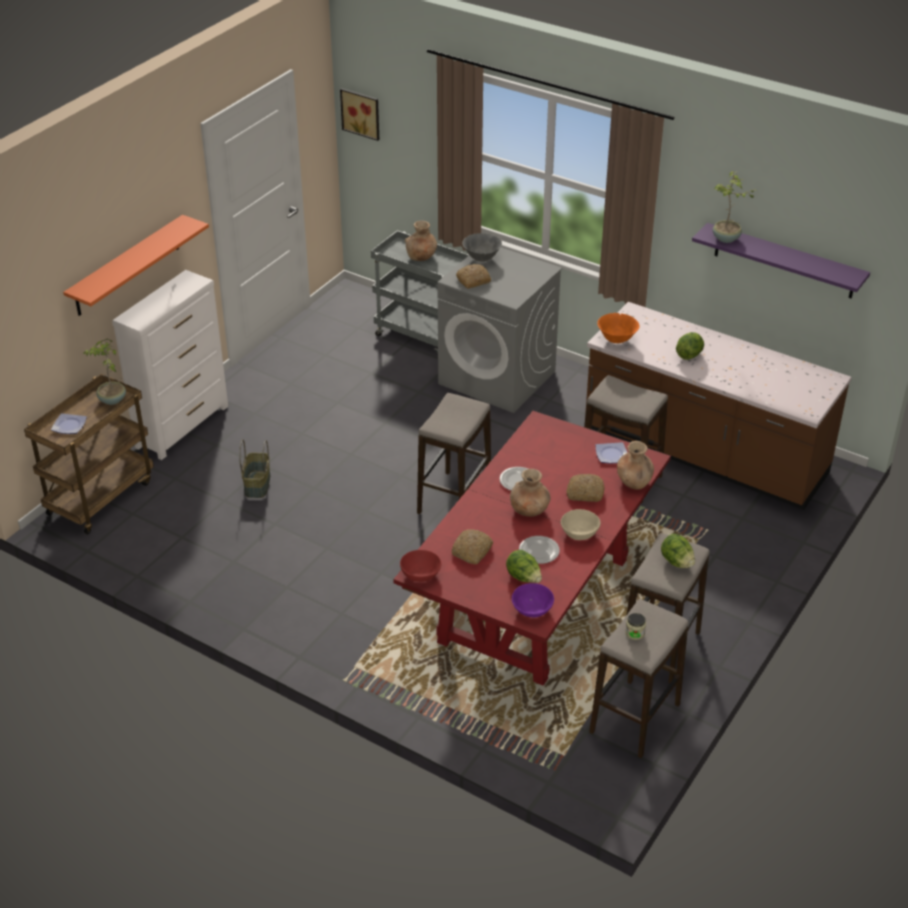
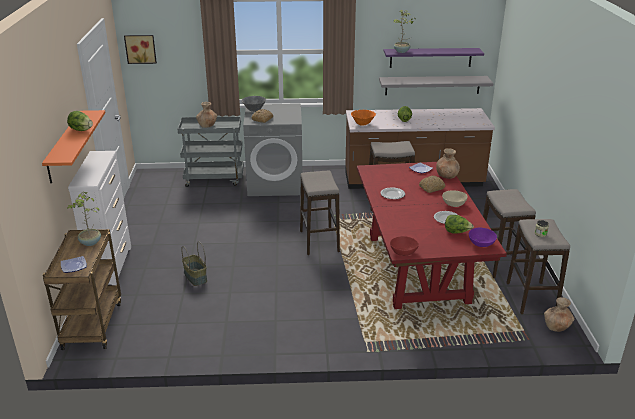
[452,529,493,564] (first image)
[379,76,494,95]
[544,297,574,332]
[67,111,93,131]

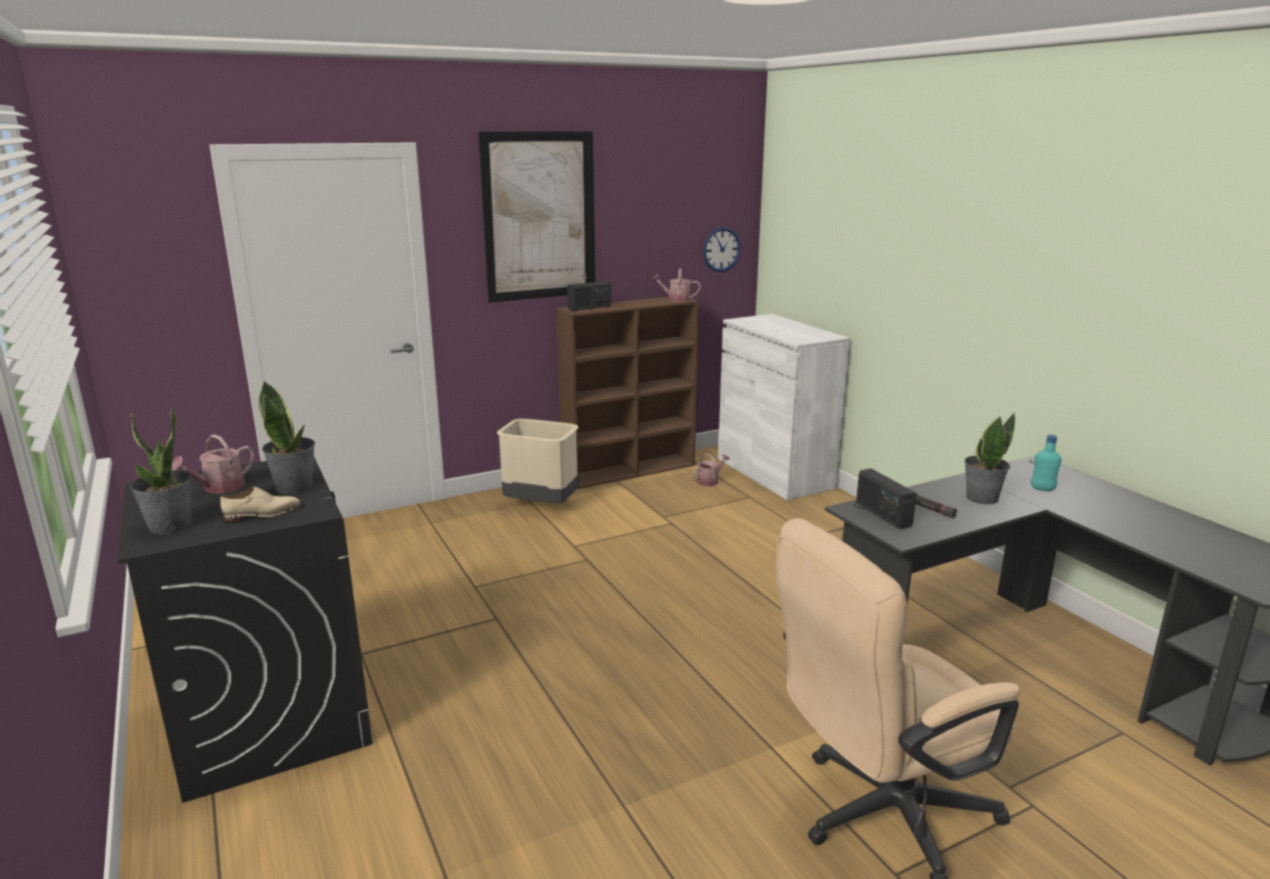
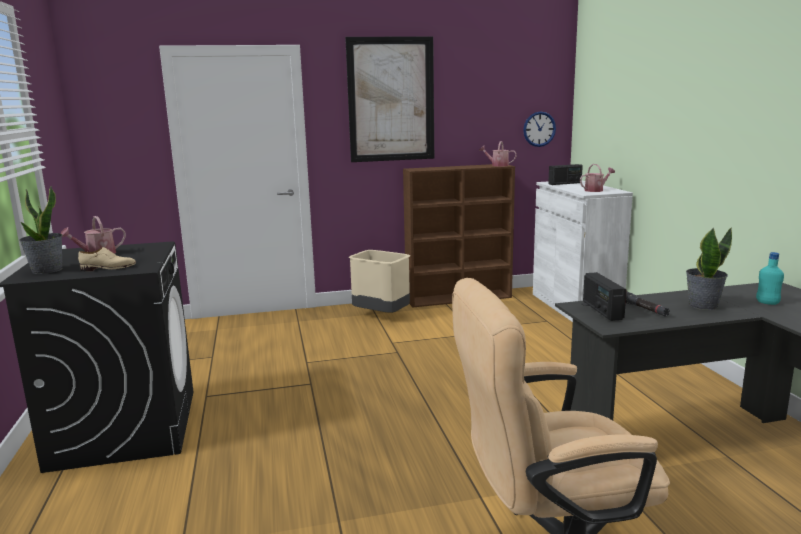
[258,380,315,494] (first image)
[548,164,583,185]
[580,164,615,192]

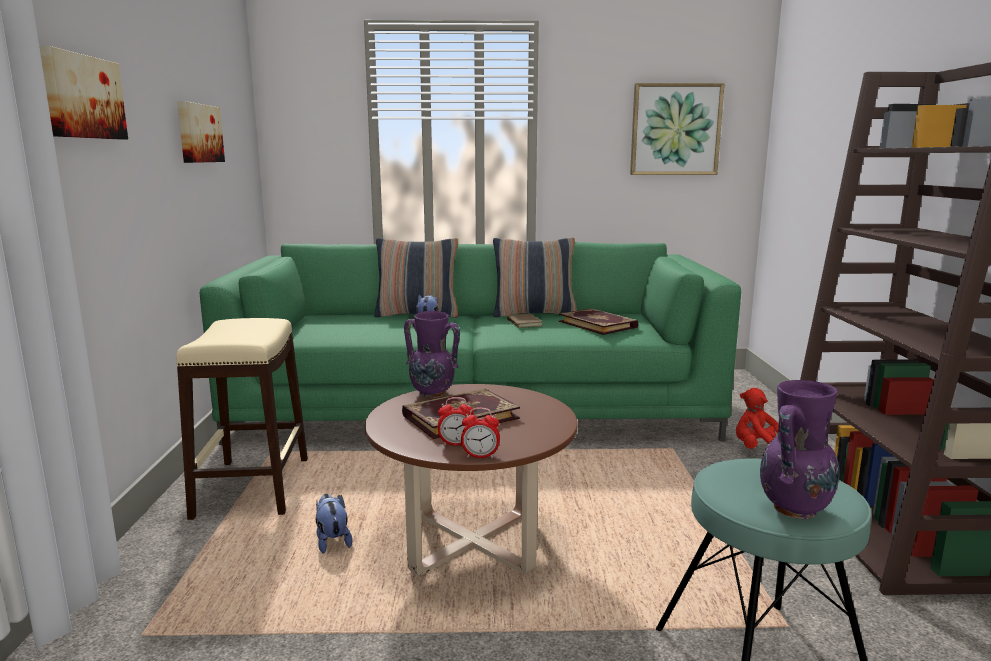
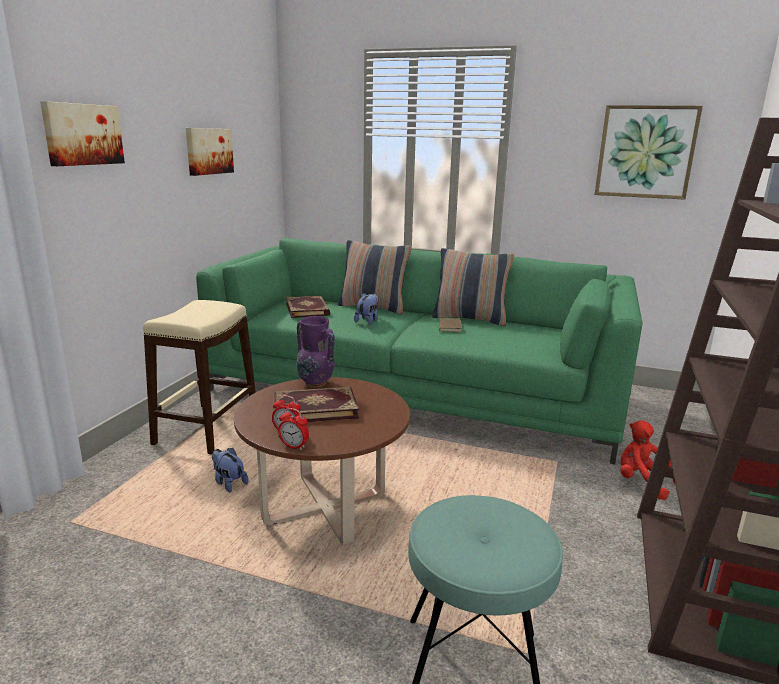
[760,380,839,519] (first image)
[286,296,330,318]
[212,448,249,492]

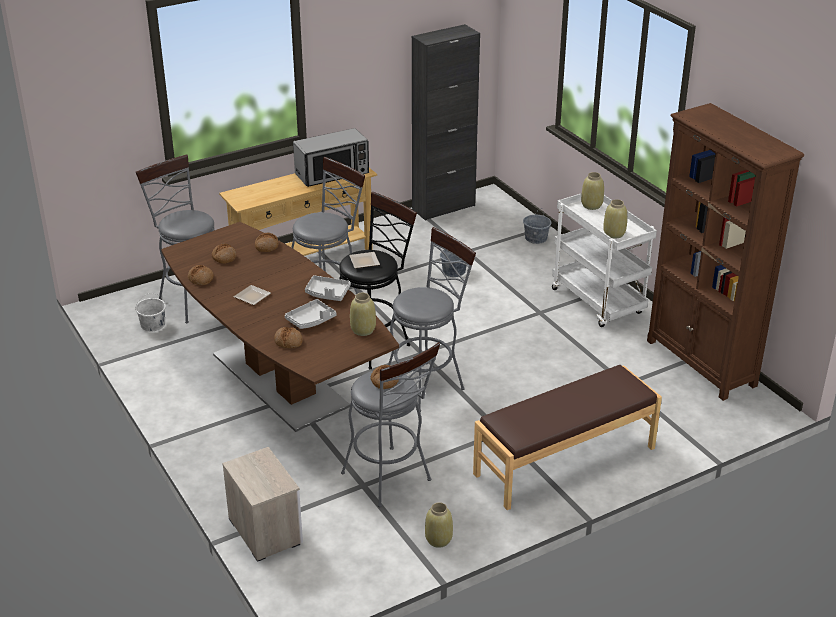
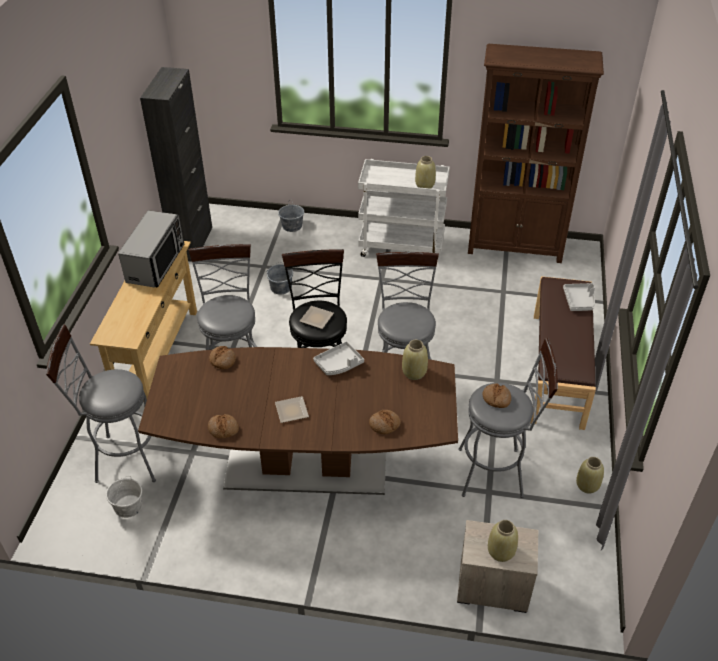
[212,243,237,264] (first image)
[563,283,595,311]
[488,520,518,562]

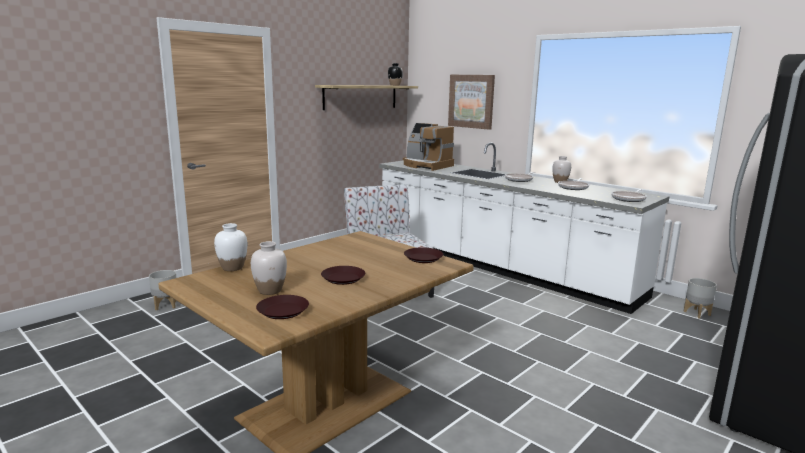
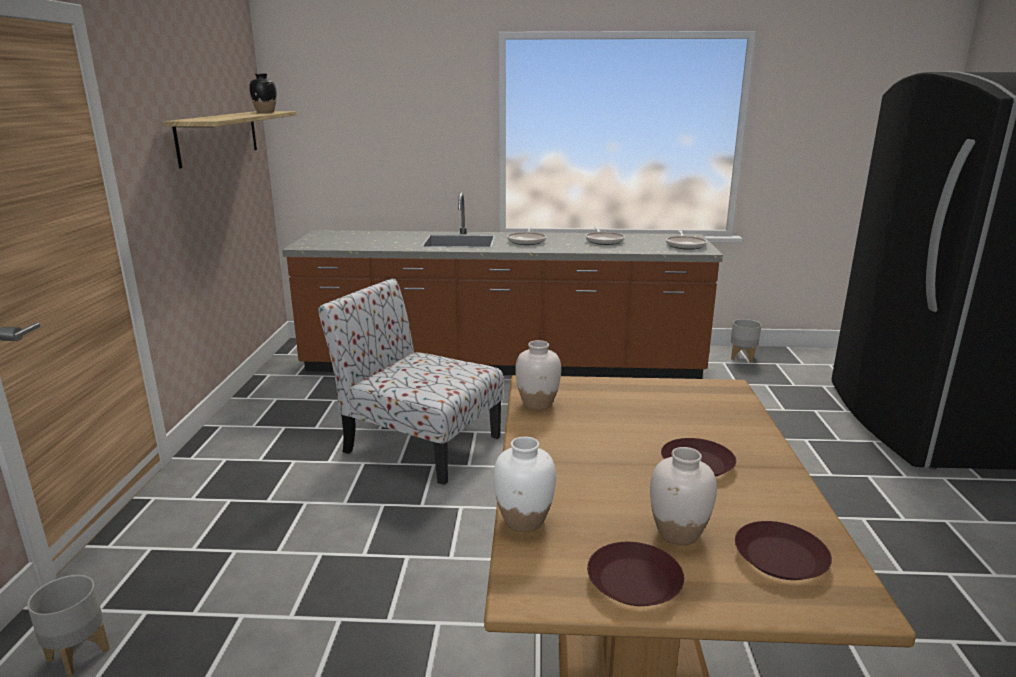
[403,123,454,171] (first image)
[448,75,495,130] (first image)
[587,542,684,606]
[515,340,561,410]
[282,193,723,379]

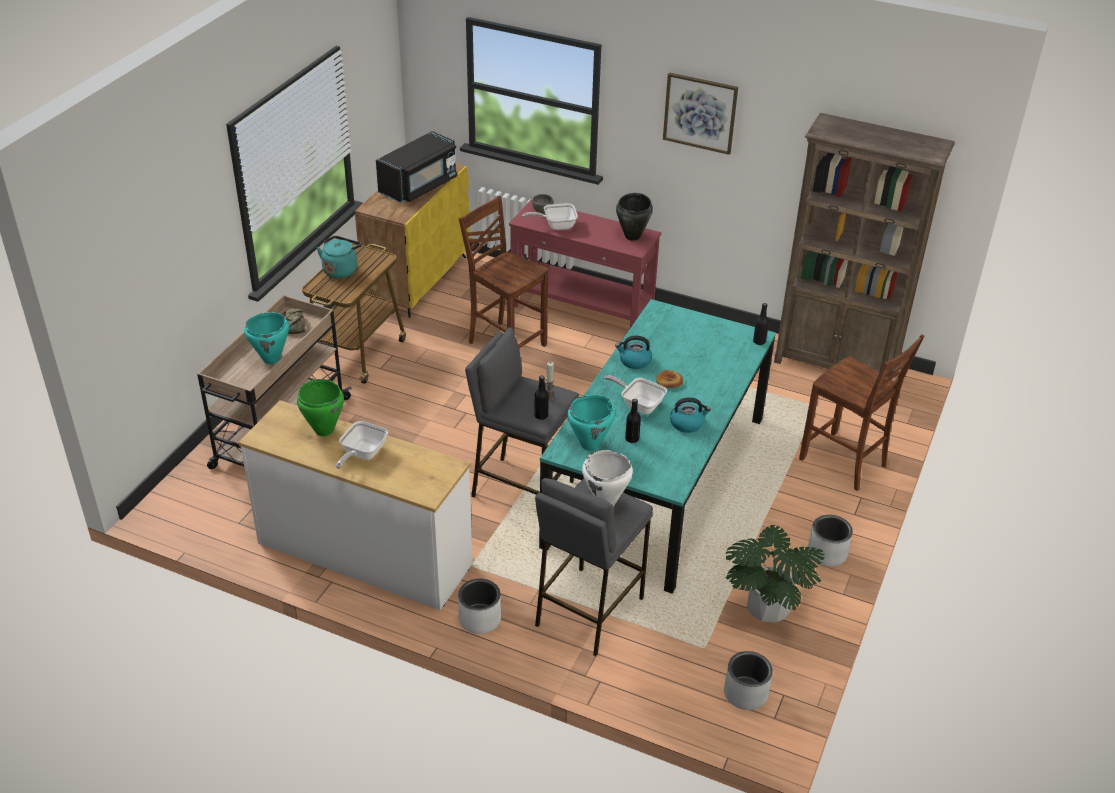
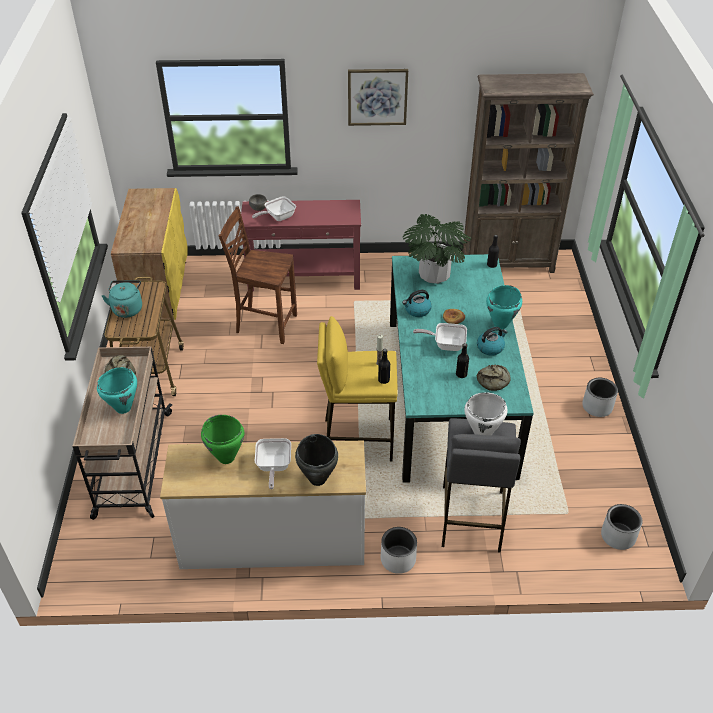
[376,131,457,203] (first image)
[799,334,924,491] (first image)
[477,365,511,391]
[486,285,522,329]
[295,434,338,486]
[403,214,472,284]
[317,316,398,461]

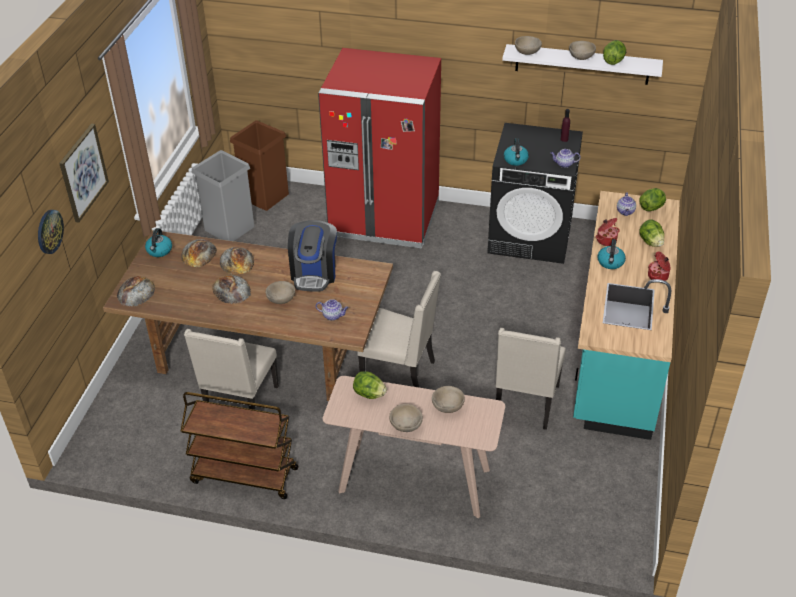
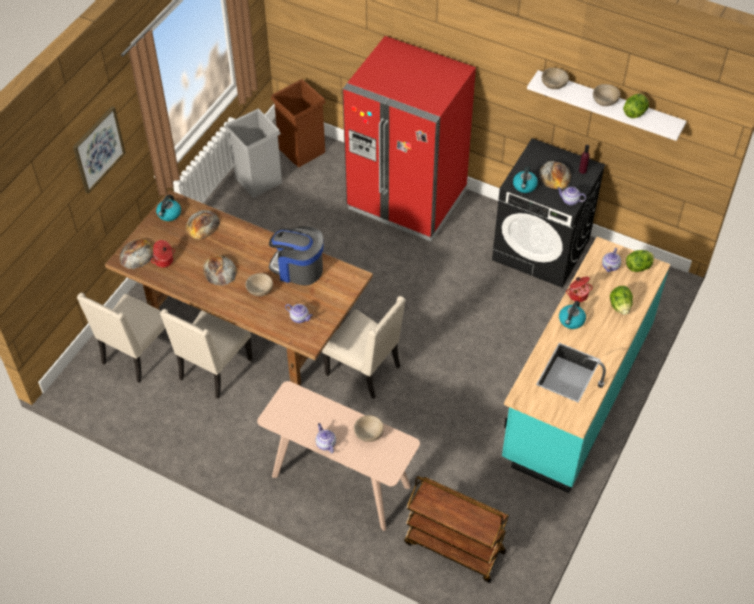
[38,210,64,254] (first image)
[353,371,387,399] (first image)
[404,476,509,583]
[539,161,571,189]
[77,293,172,383]
[151,240,175,267]
[316,423,336,453]
[269,226,323,286]

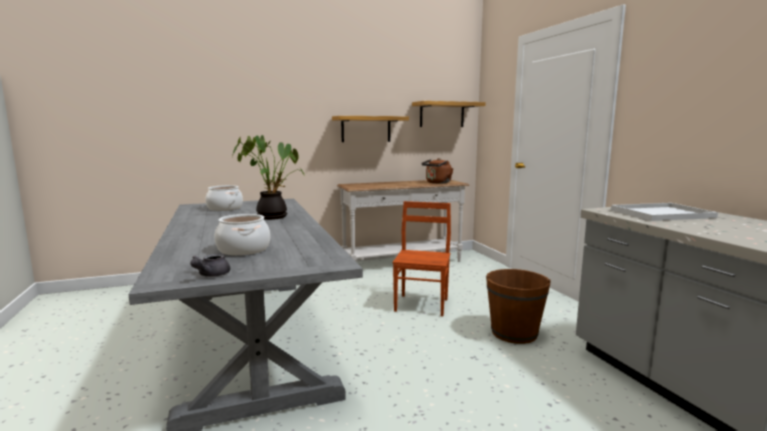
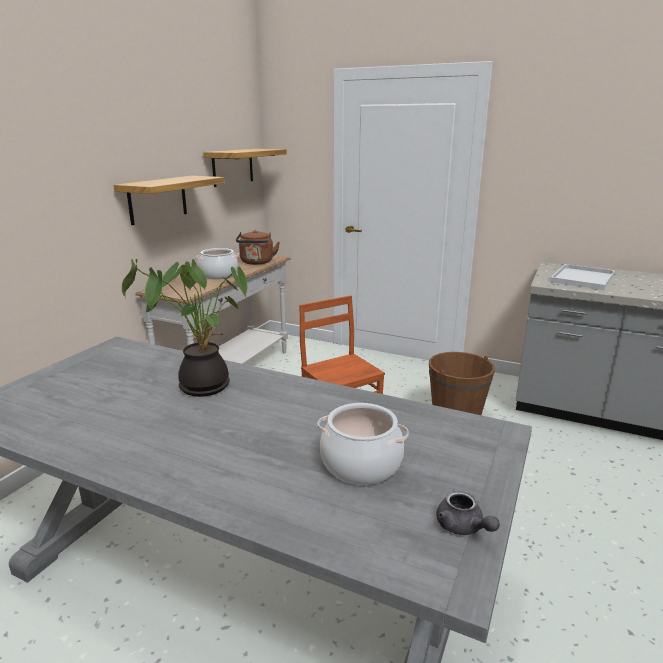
[195,248,239,279]

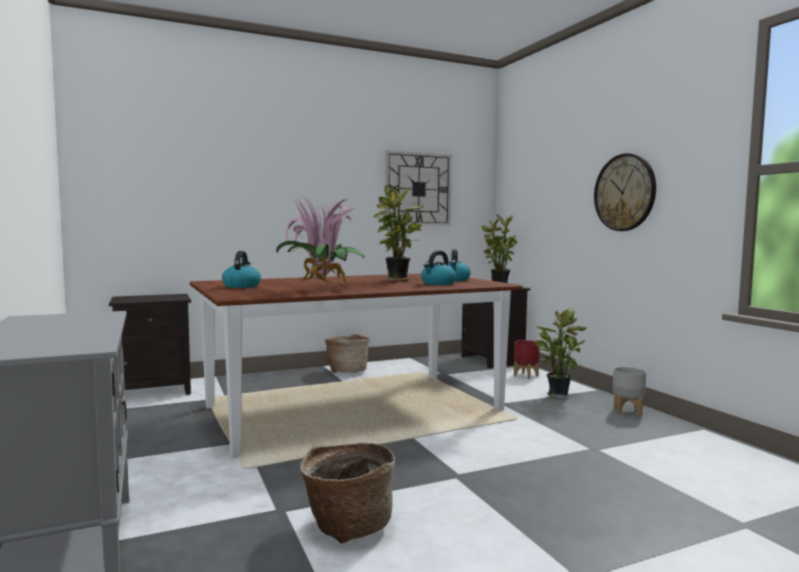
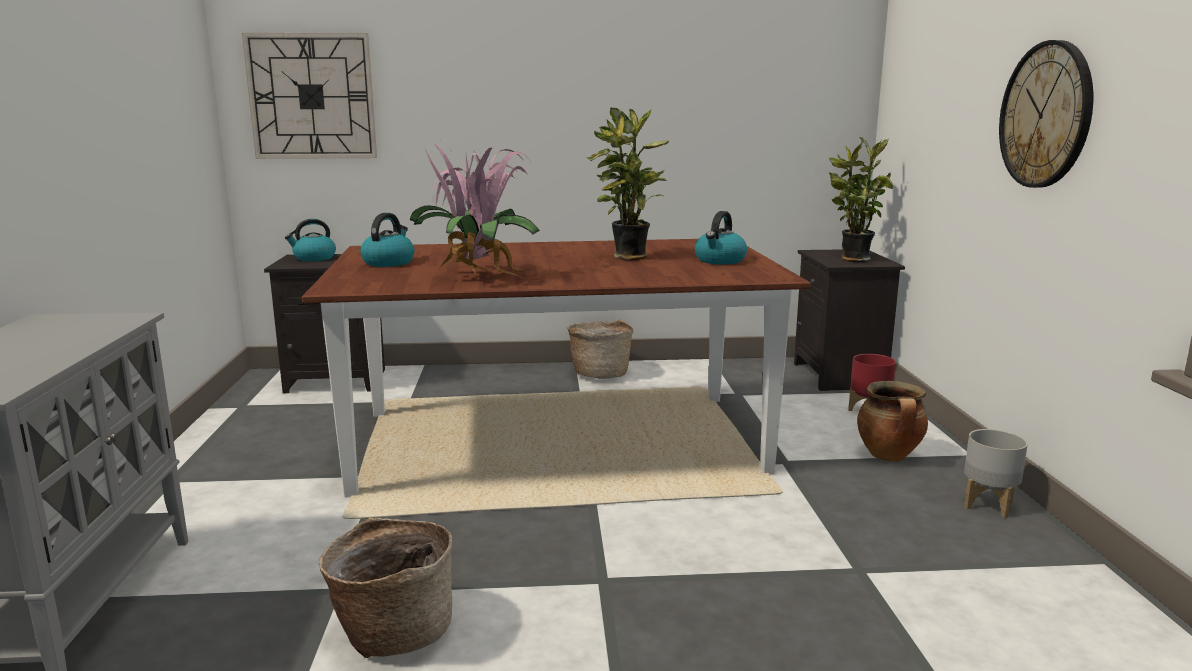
[242,33,377,159]
[285,219,336,261]
[857,381,928,461]

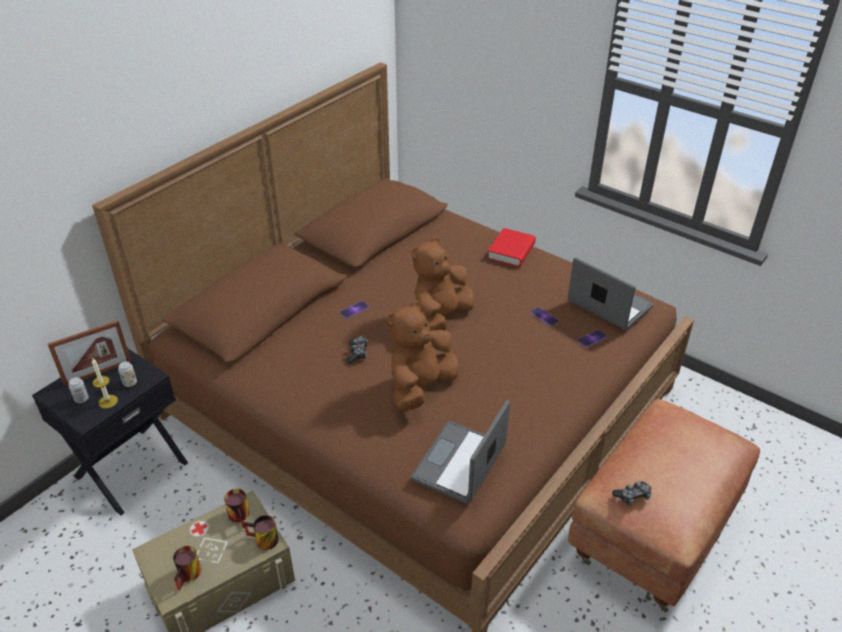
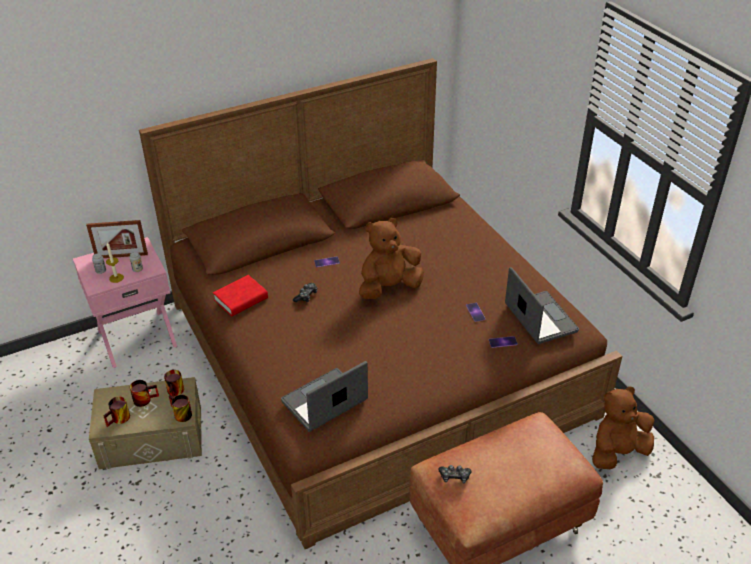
[130,380,159,407]
[592,386,655,469]
[213,275,268,316]
[73,237,177,368]

